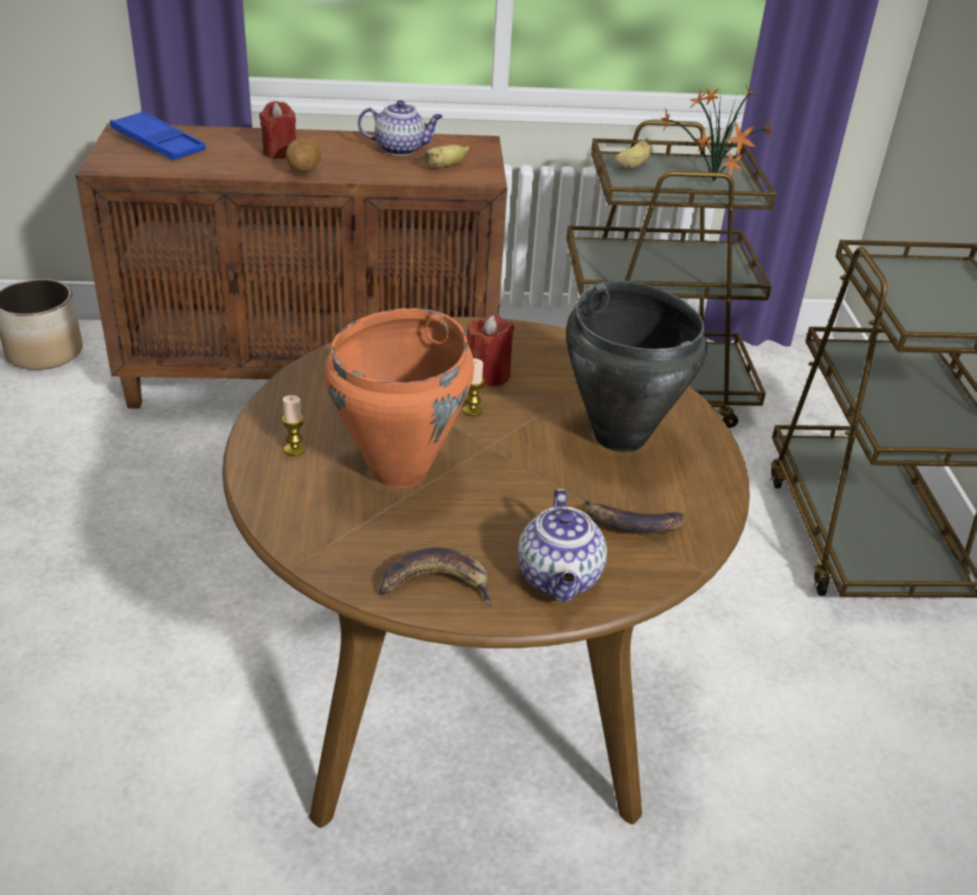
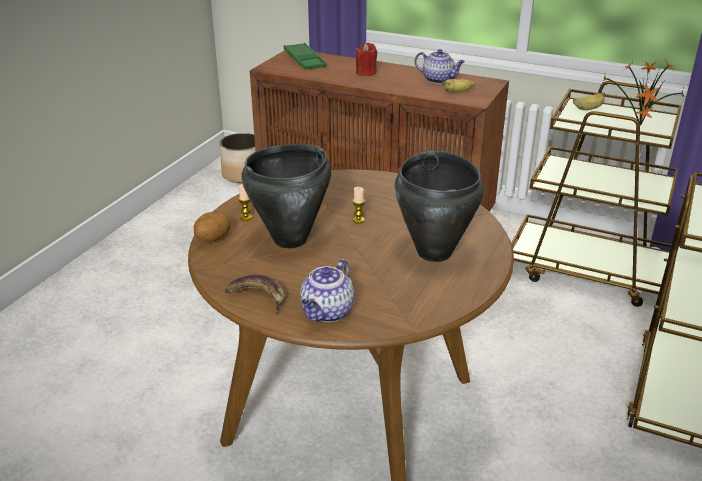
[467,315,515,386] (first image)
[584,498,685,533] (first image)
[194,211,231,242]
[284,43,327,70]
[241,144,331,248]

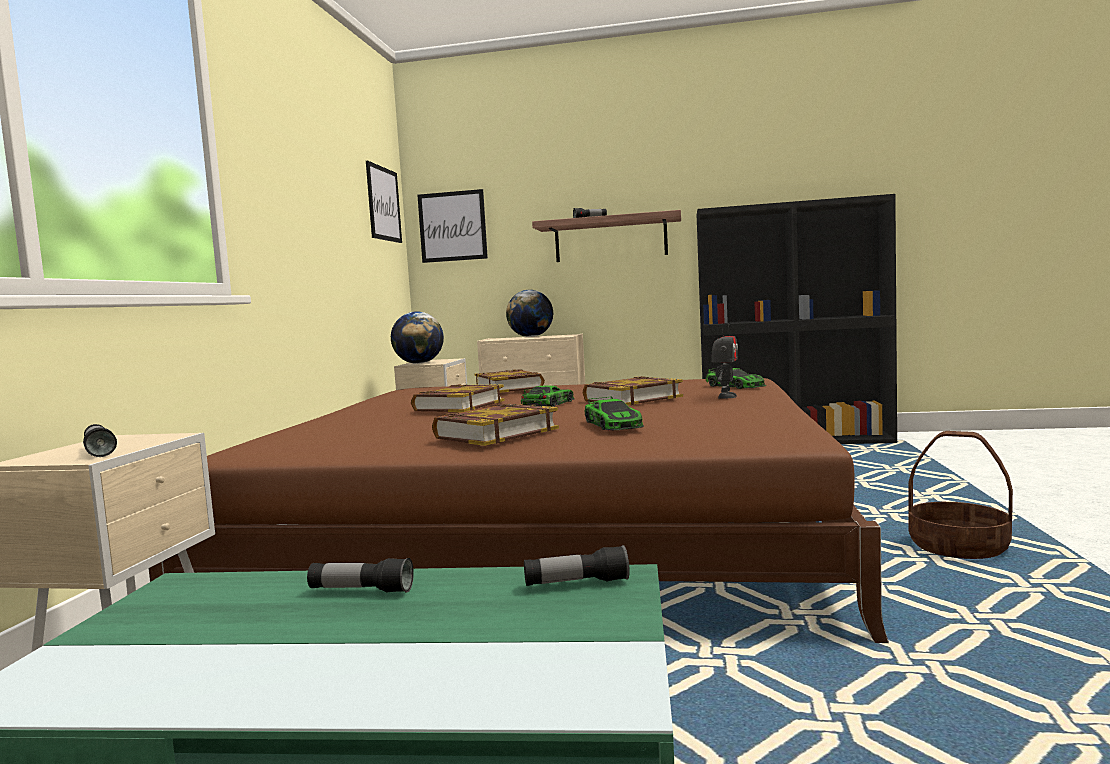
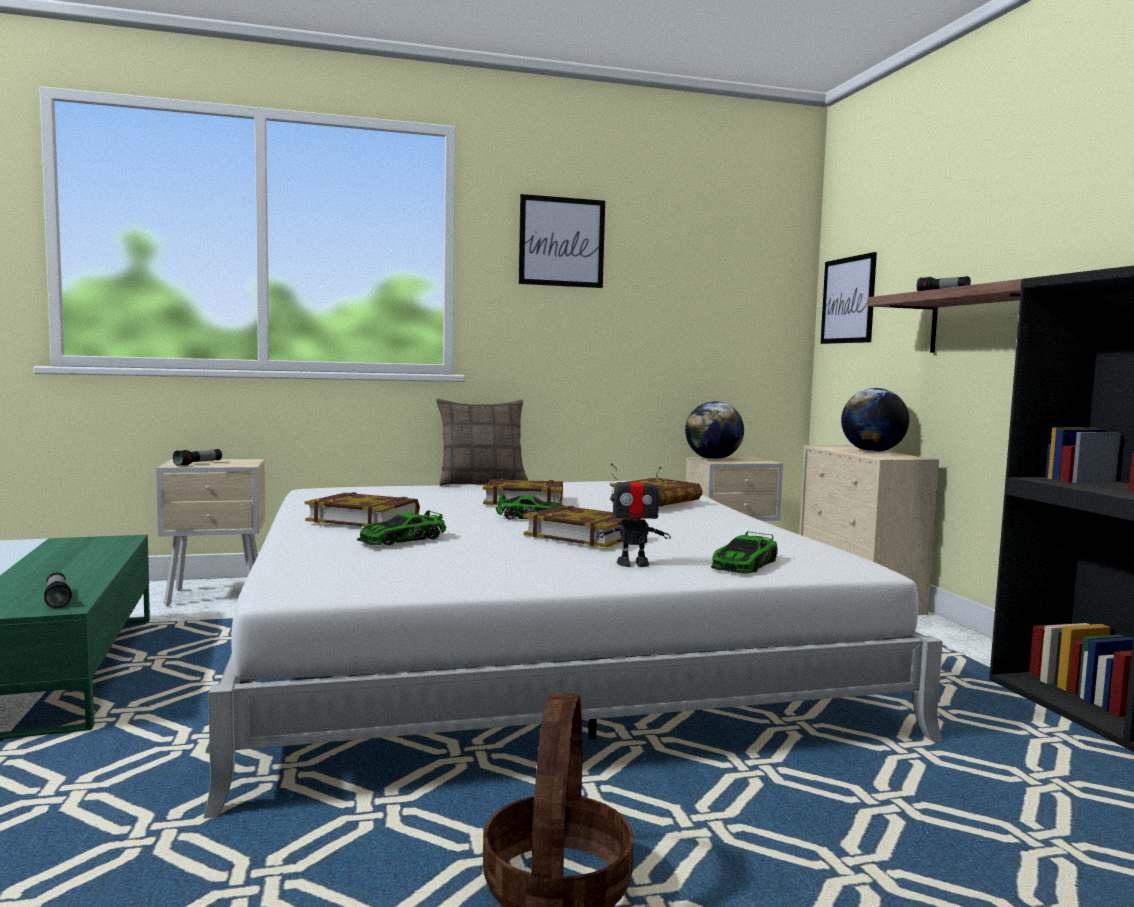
[307,558,414,593] (first image)
[436,398,528,486]
[519,194,605,288]
[203,481,943,819]

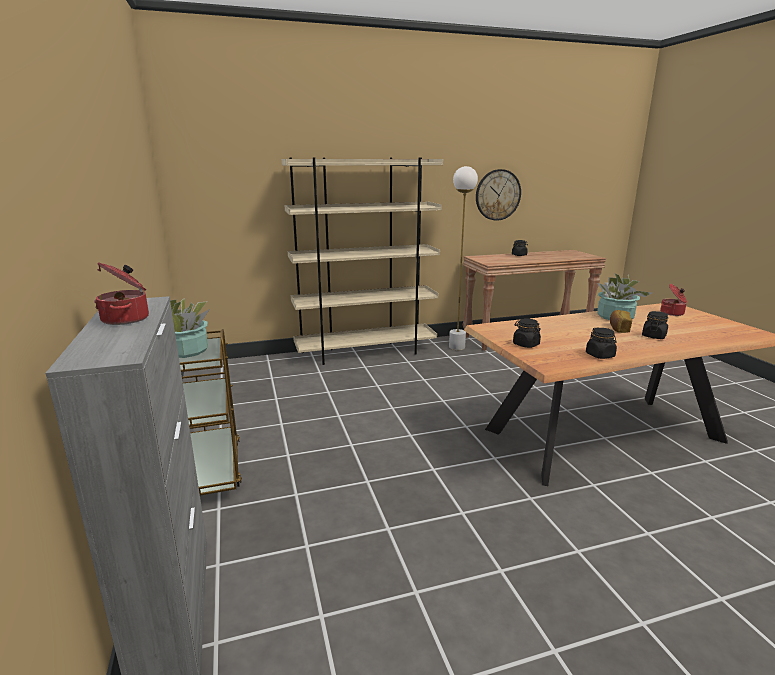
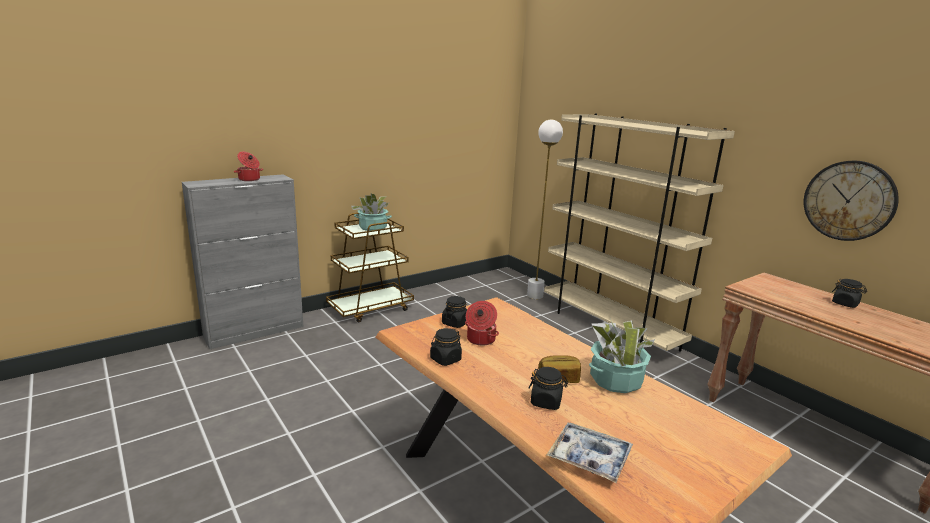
[547,422,633,483]
[527,120,563,299]
[465,301,499,346]

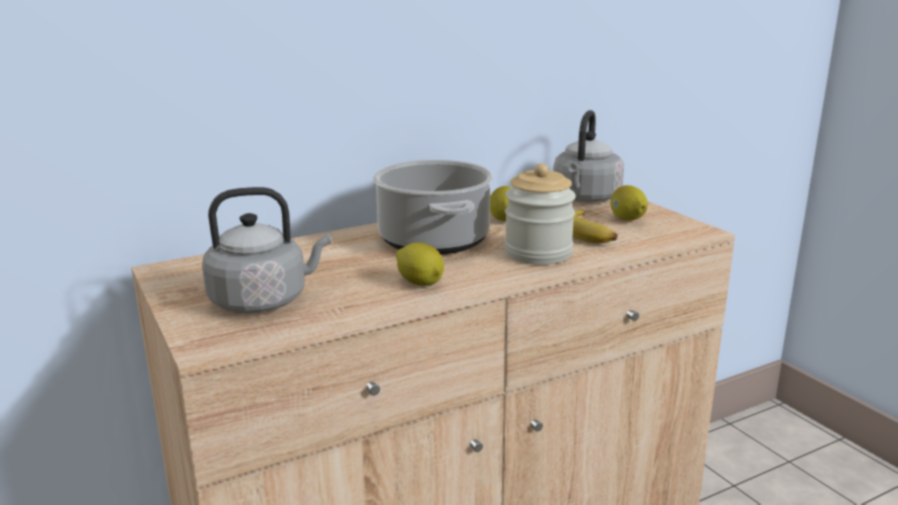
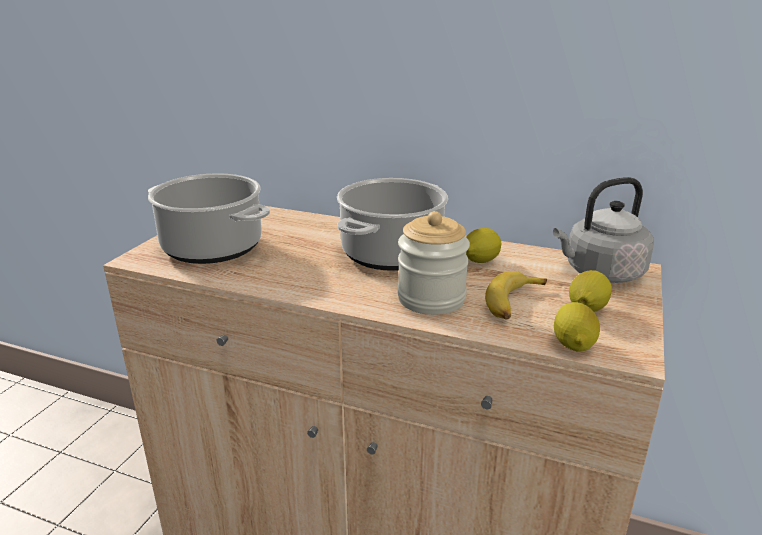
[554,302,600,352]
[148,173,270,264]

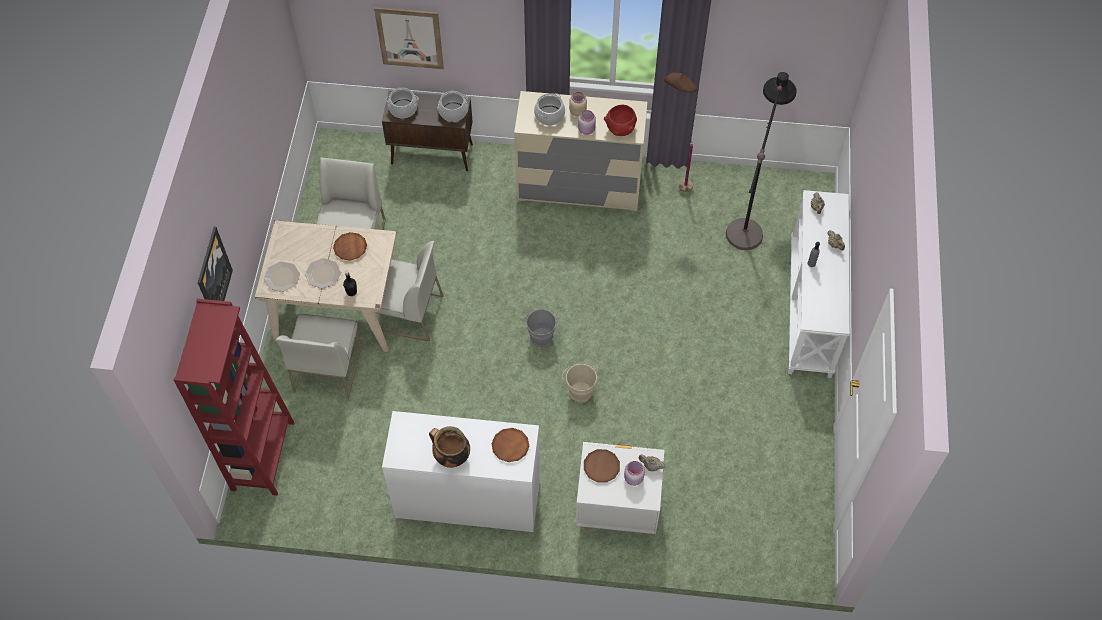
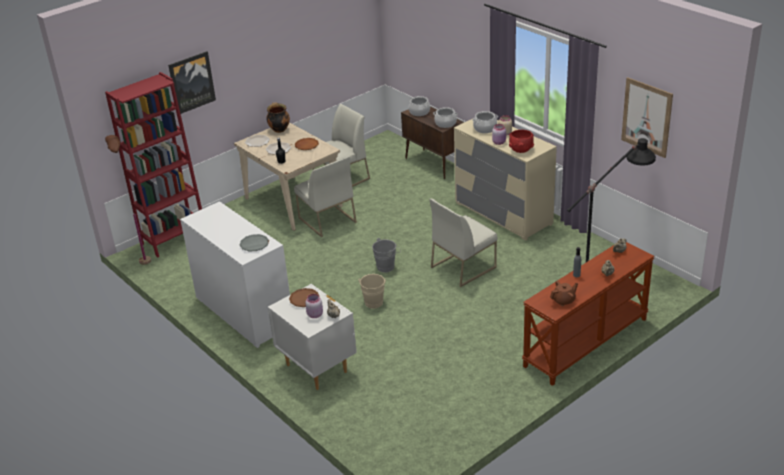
[550,281,578,306]
[430,198,497,287]
[621,77,673,158]
[266,102,290,133]
[105,135,151,265]
[240,234,269,251]
[522,242,655,386]

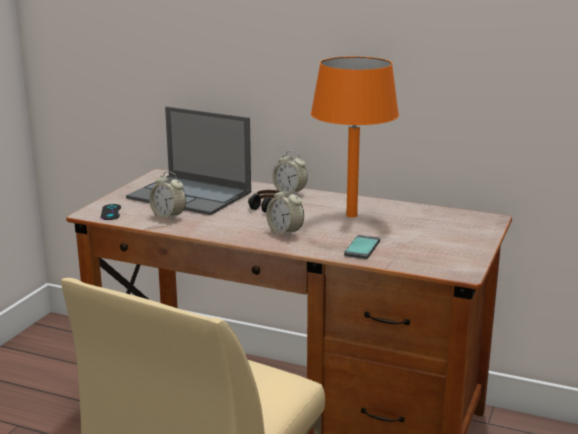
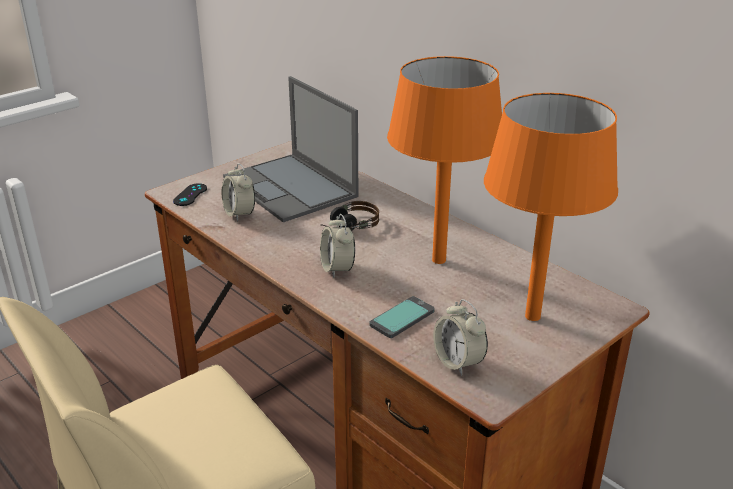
[484,93,618,321]
[433,299,488,376]

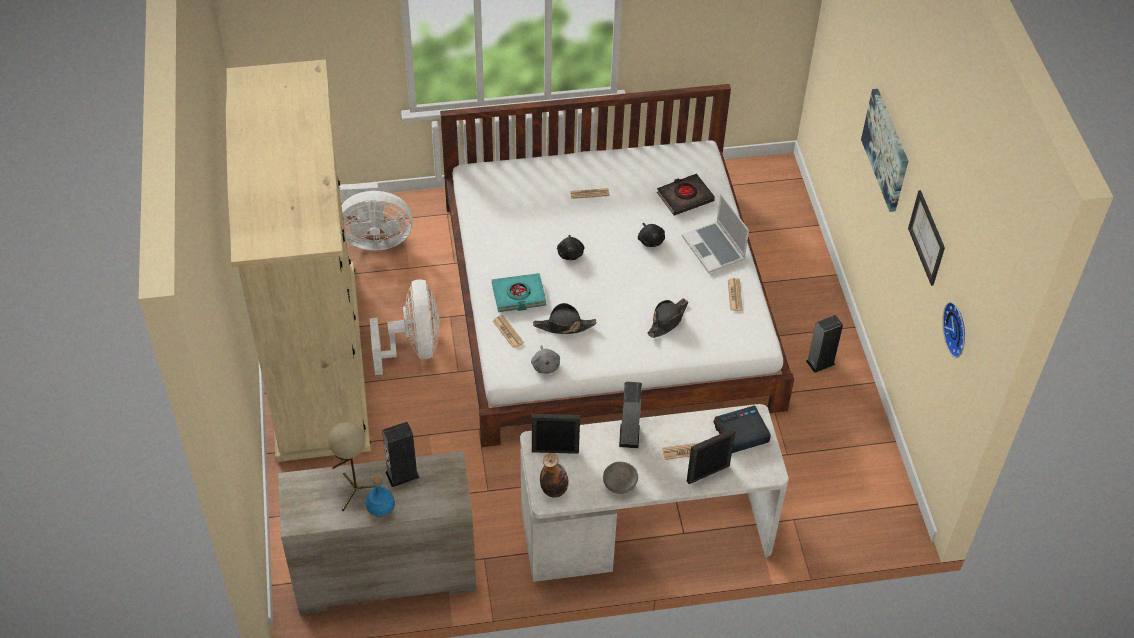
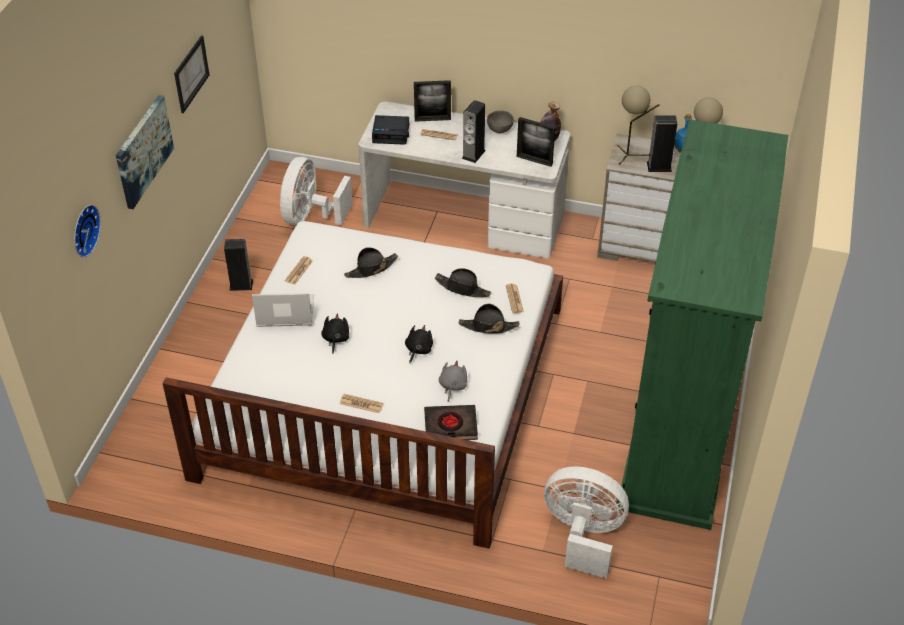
[617,85,660,165]
[280,157,353,225]
[439,361,467,402]
[424,405,478,440]
[74,205,101,257]
[459,304,519,333]
[617,119,788,530]
[252,293,314,327]

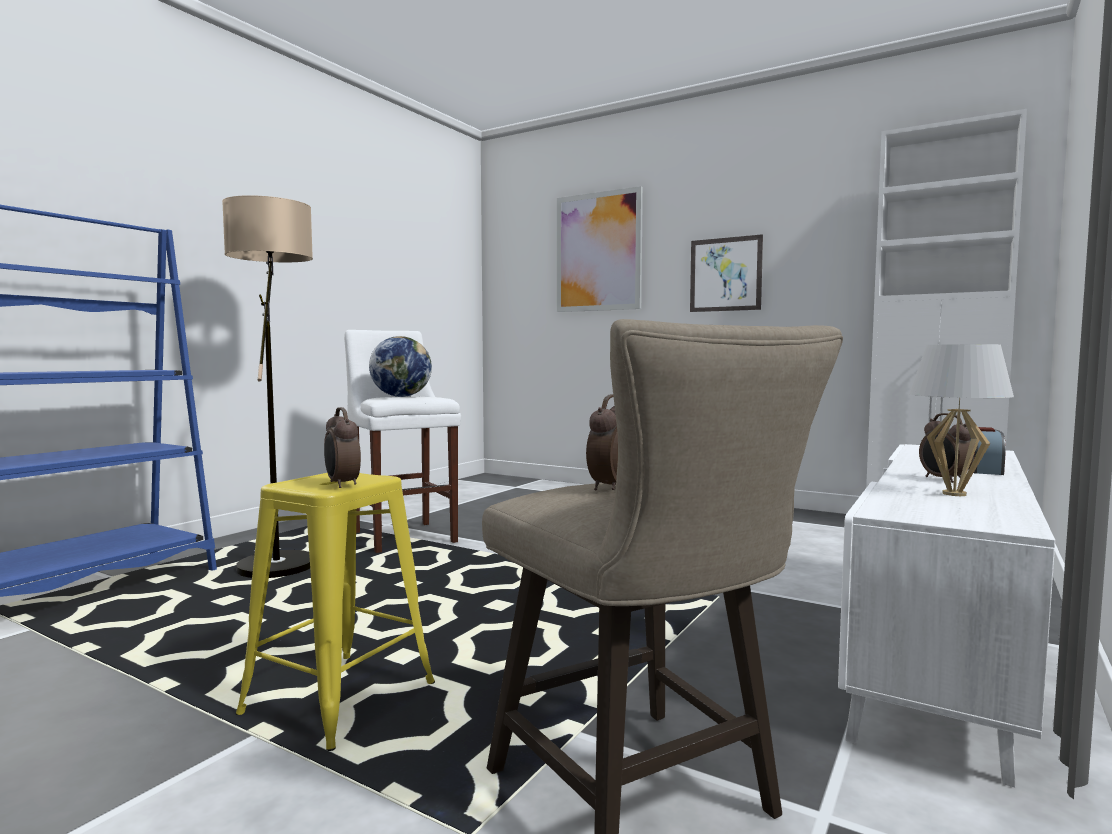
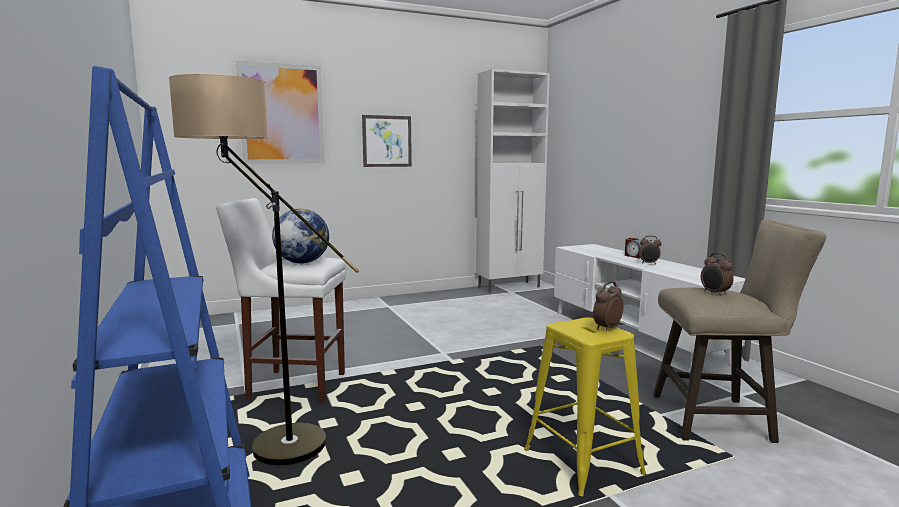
[909,344,1014,496] (first image)
[593,281,623,331]

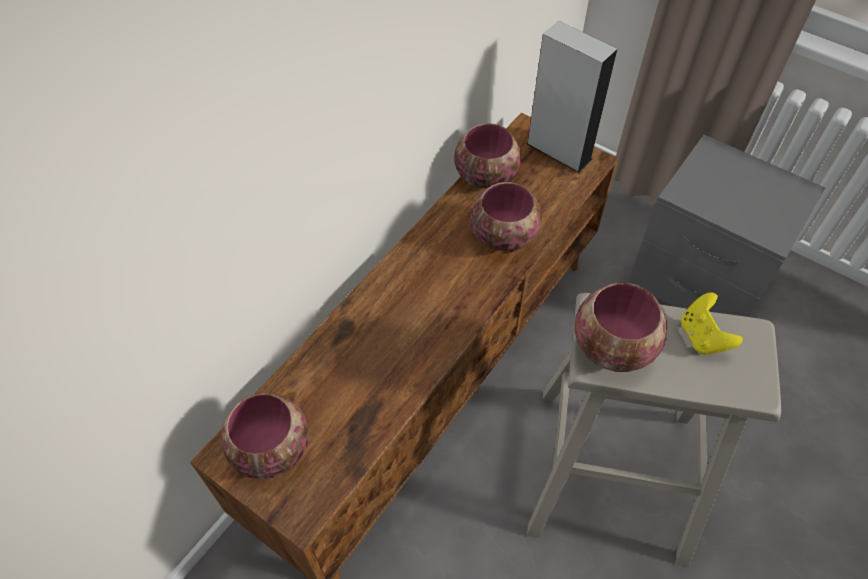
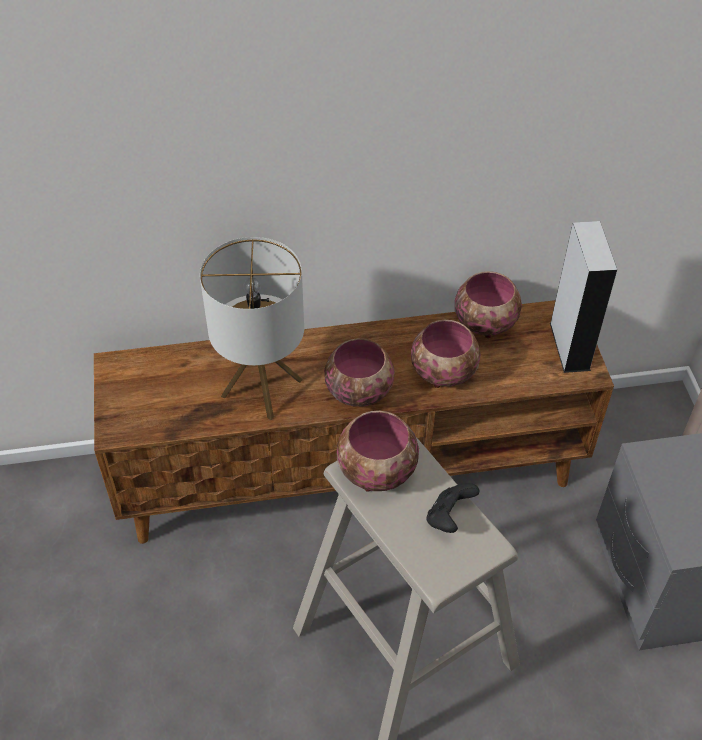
[200,237,304,420]
[324,338,395,407]
[426,483,479,533]

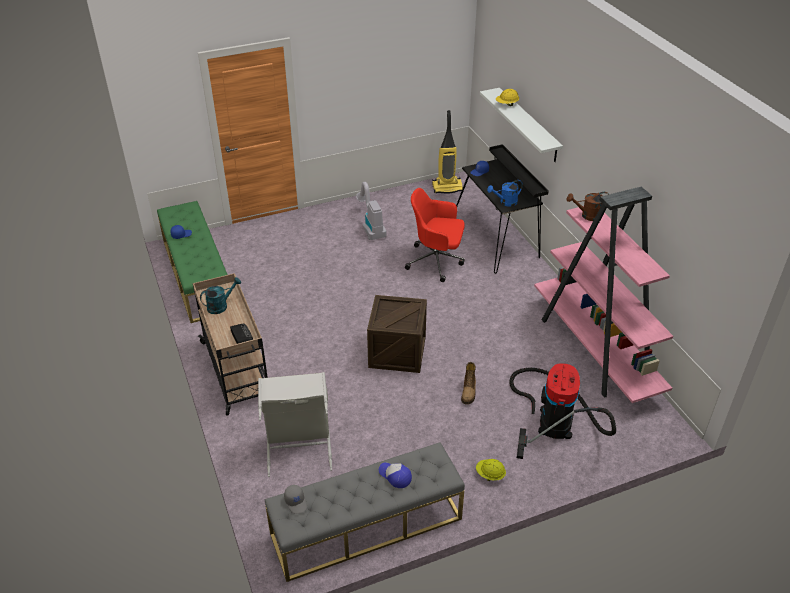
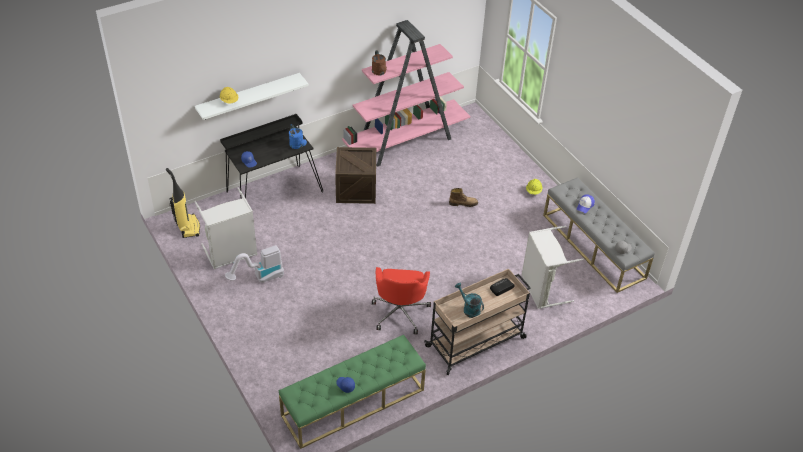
[510,363,616,459] (first image)
[194,187,257,269]
[335,147,376,204]
[372,267,431,334]

